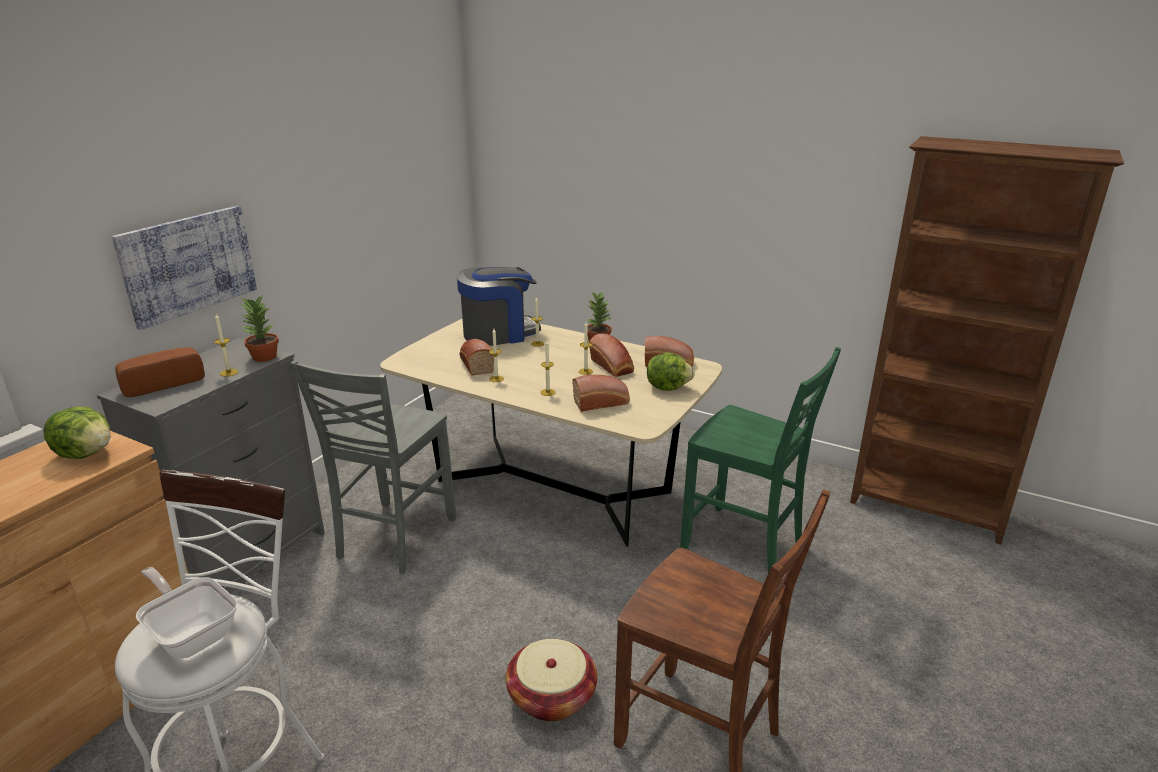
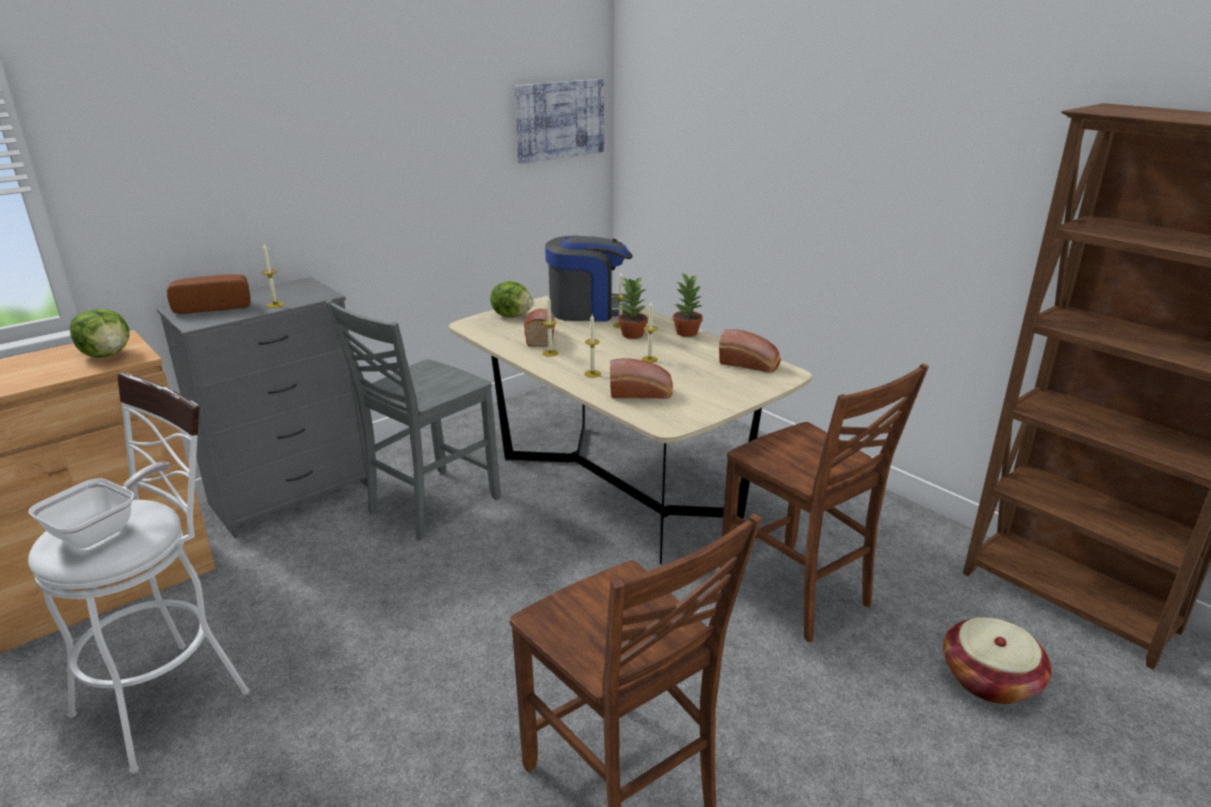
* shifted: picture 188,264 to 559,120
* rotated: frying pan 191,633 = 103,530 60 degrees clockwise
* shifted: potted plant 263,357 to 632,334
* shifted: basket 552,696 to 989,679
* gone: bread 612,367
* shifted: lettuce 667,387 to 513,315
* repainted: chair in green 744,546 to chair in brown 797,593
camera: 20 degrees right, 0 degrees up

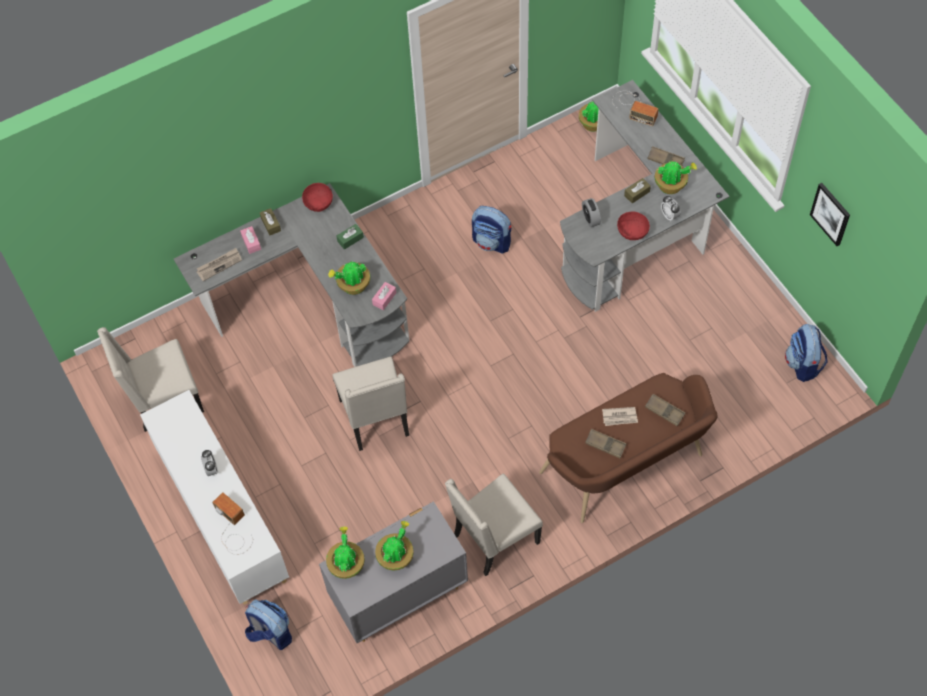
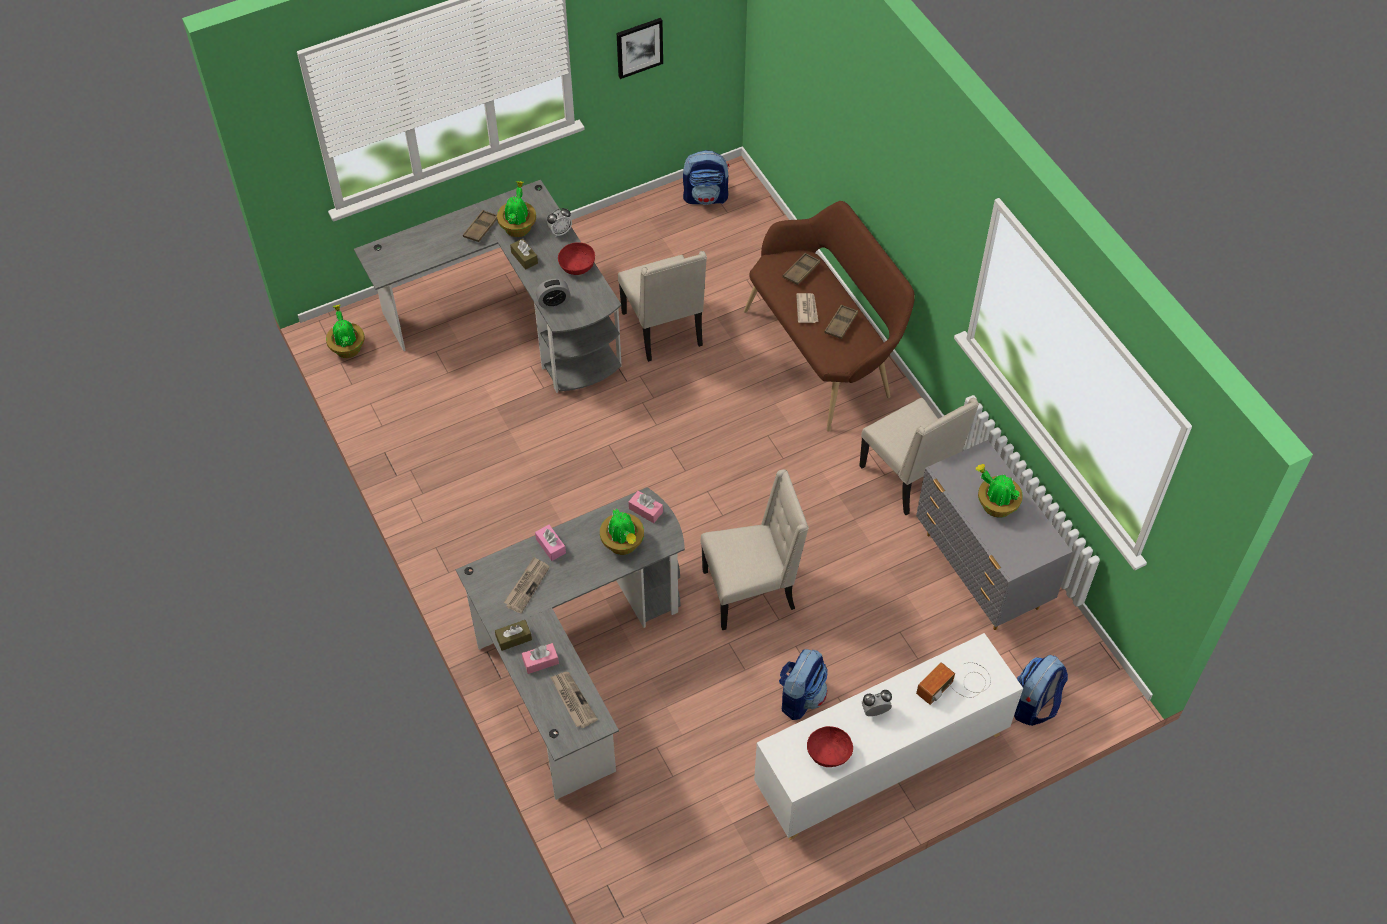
* shifted: chair in beige 164,401 to 664,330
* shifted: bowl in red 318,203 to 829,753
* gone: potted plant 346,564
* repainted: tissue box in green 350,239 to tissue box in pink 550,546
* shifted: backpack 492,242 to 800,696
* gone: radio 634,107
* new: newspaper 526,586
camera: 90 degrees left, 5 degrees down

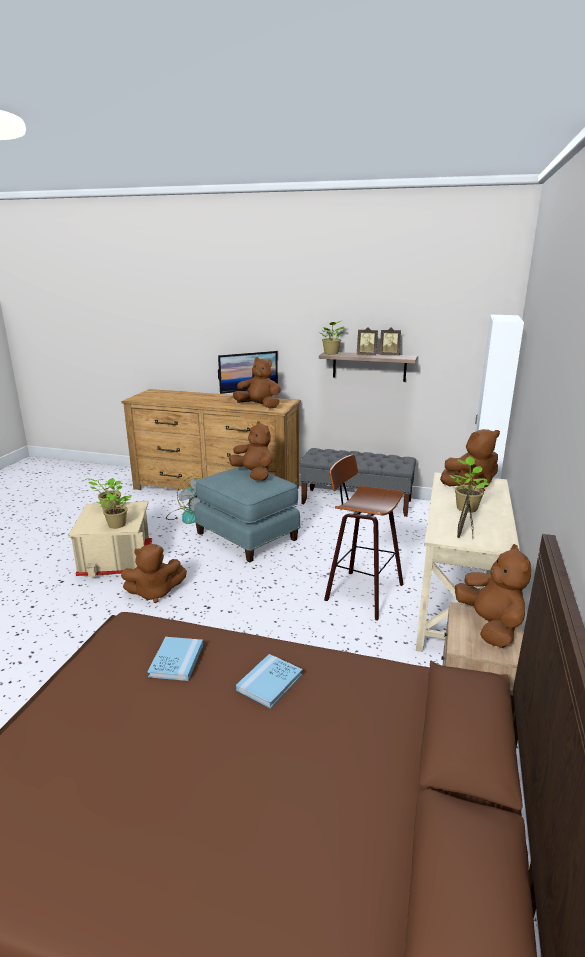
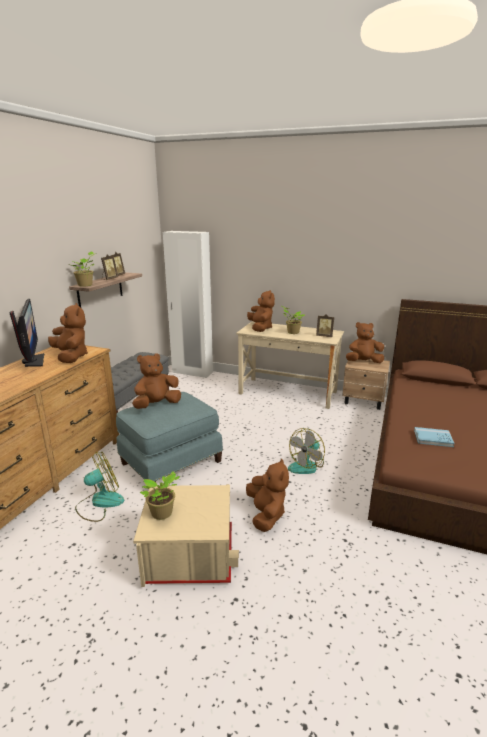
* gone: potted plant 116,525
* rotated: plush toy in brown 259,406 = 71,357 120 degrees clockwise
* gone: book in blue 269,682
* gone: stool 361,592
* new: fan 306,465
camera: 85 degrees left, 0 degrees up

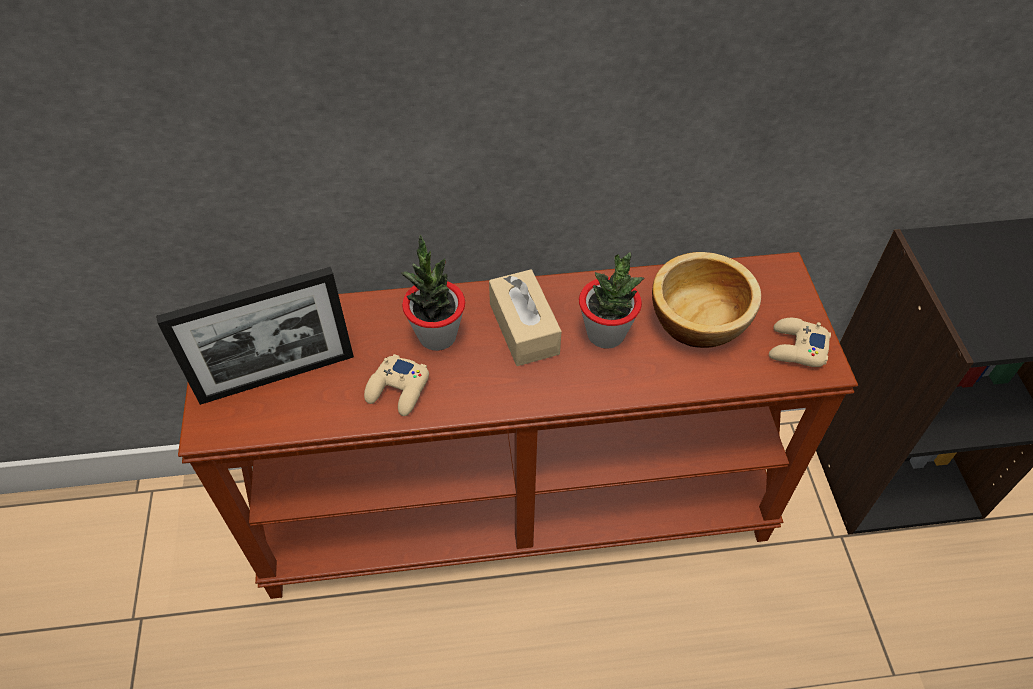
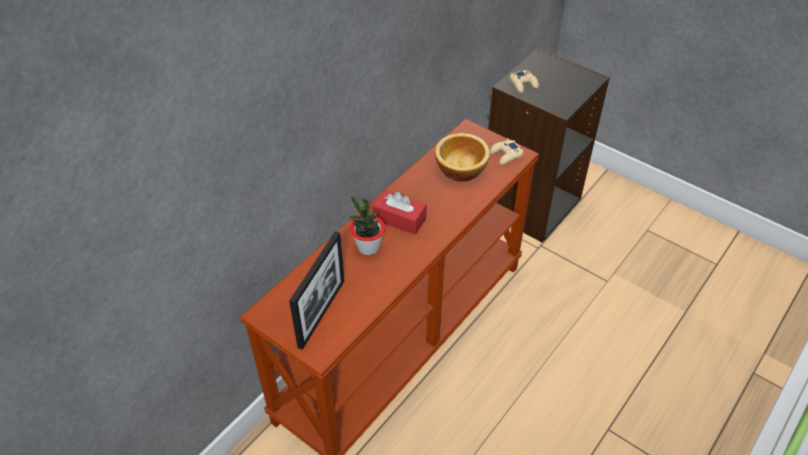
* shifted: game controller in beige 398,390 to 523,84
* repainted: tissue box in beige 524,328 to tissue box in red 399,219
* gone: potted plant 606,334
camera: 45 degrees left, 5 degrees down

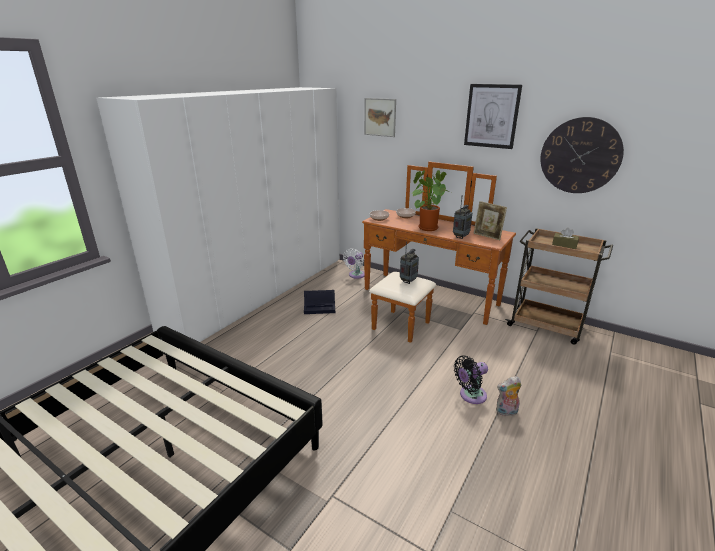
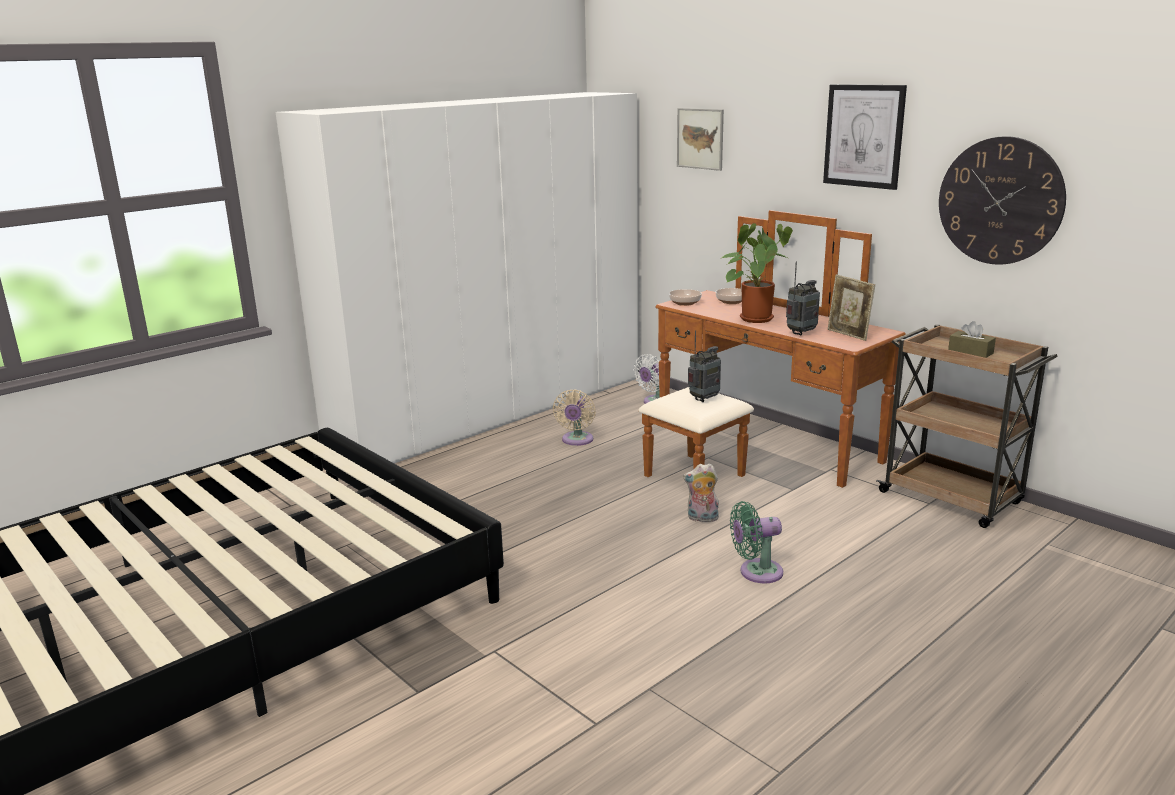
* swapped: storage box in black 320,307 to fan in beige 576,440
* repainted: fan in black 470,396 to fan in green 756,572
* shifted: plush toy 506,412 to 702,518
camera: 15 degrees right, 5 degrees down

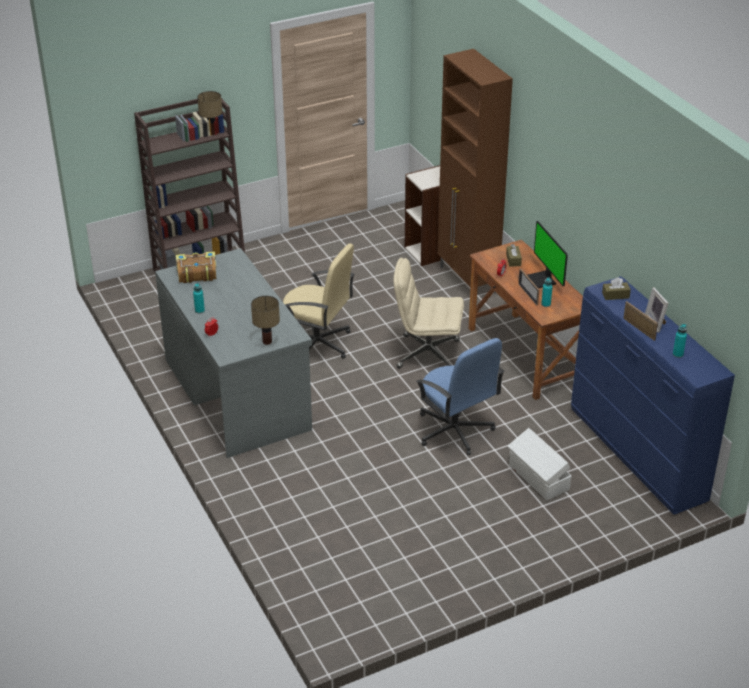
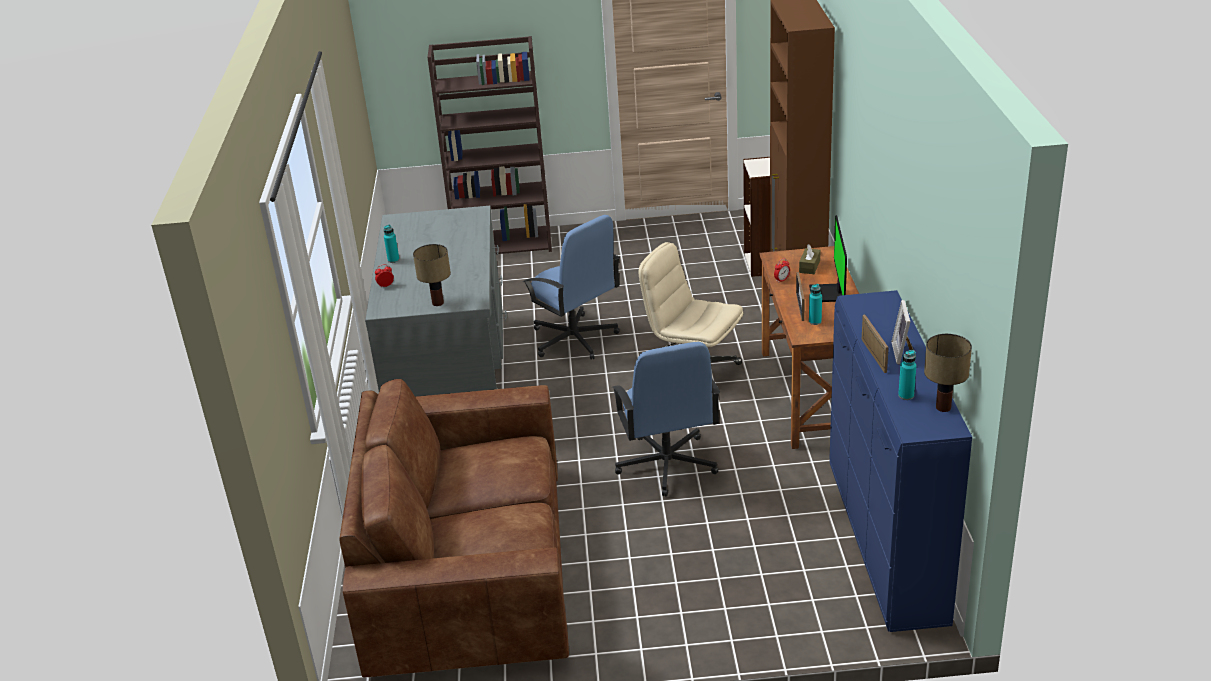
* gone: book 196,273
* shifted: table lamp 212,133 to 943,408
* repainted: office chair in beige 318,344 to office chair in blue 574,339
* gone: storage box in white 538,478
* gone: tissue box in brown 615,295
* new: sofa in brown 467,565
camera: 25 degrees right, 5 degrees down

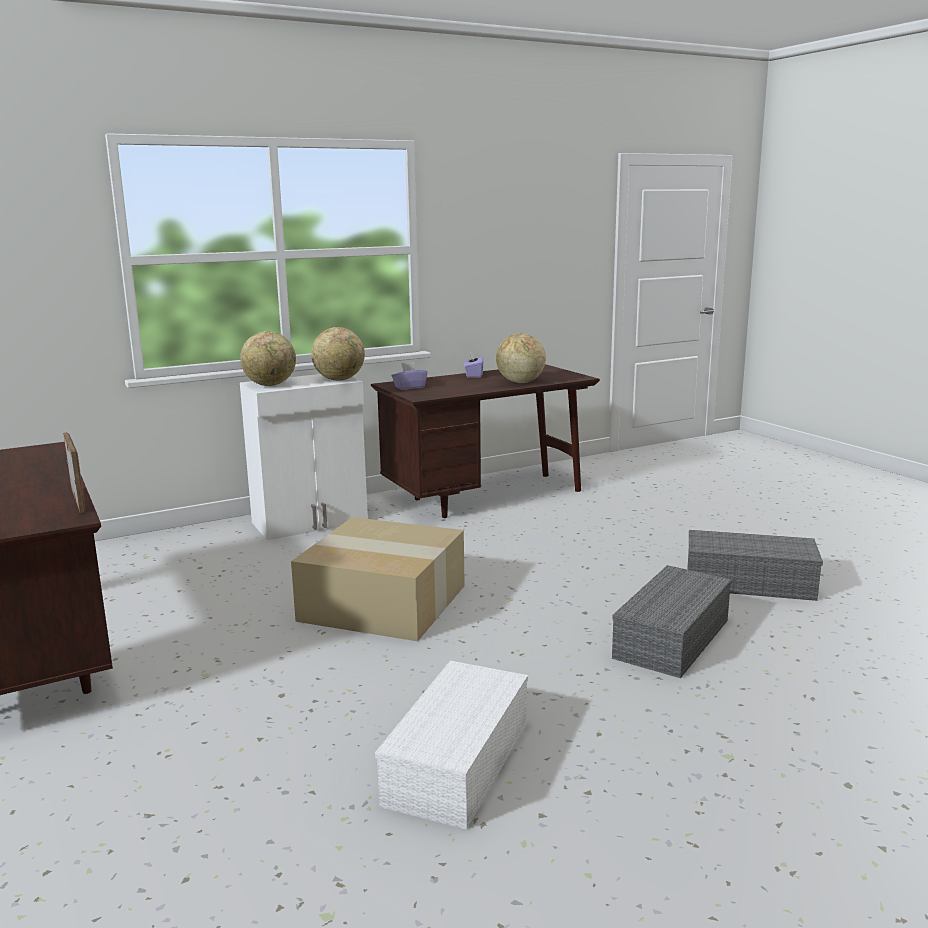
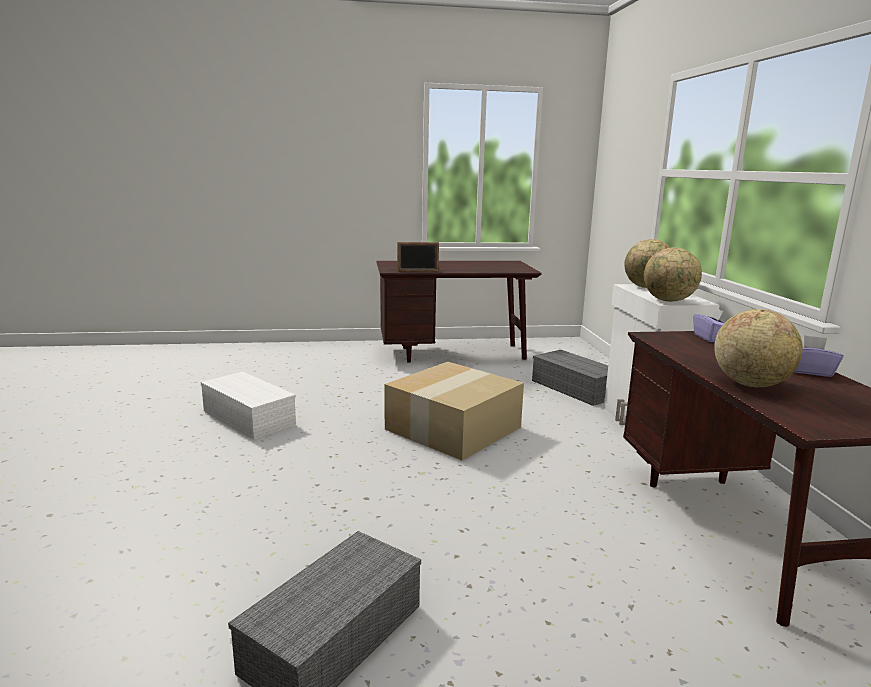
* shifted: storage box in grey 671,637 to 576,389
camera: 110 degrees right, 0 degrees up

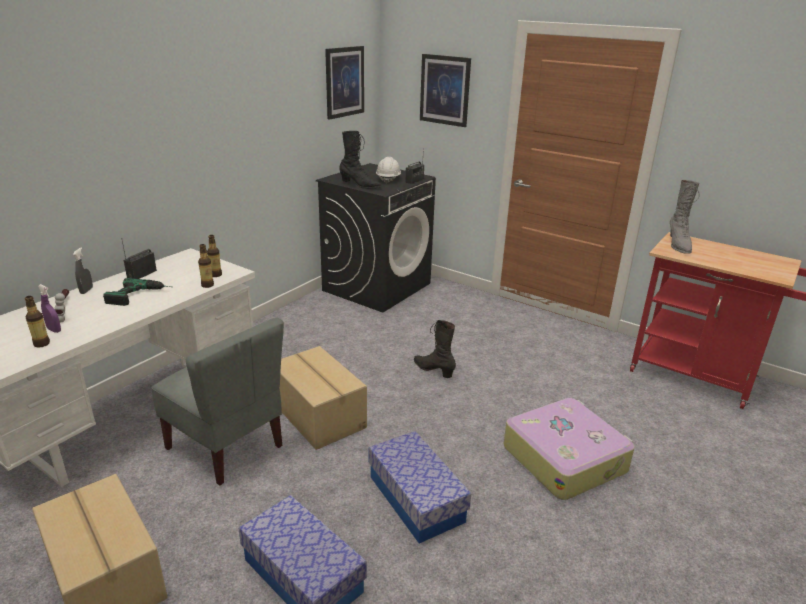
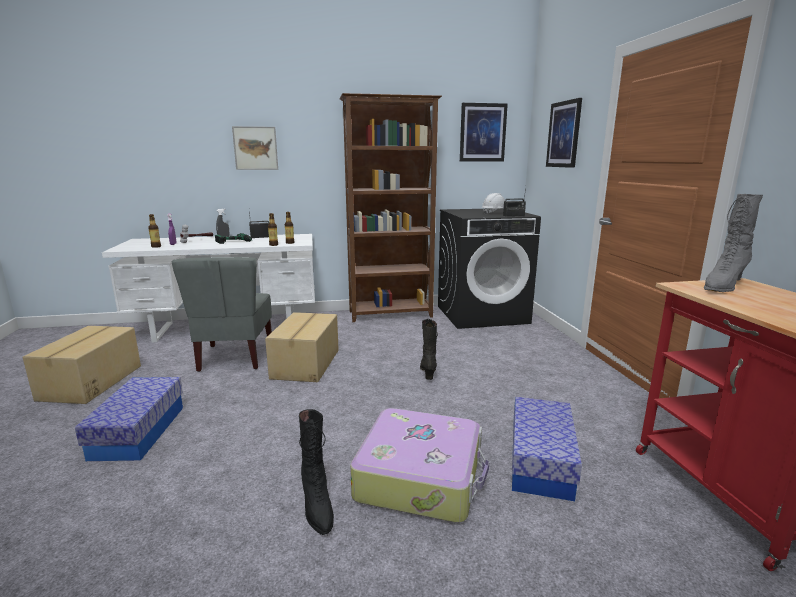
* shifted: boot in black 360,185 to 317,506
* shifted: storage box 416,499 to 540,461
* new: picture 255,148
* new: bookcase in brown 391,314
camera: 45 degrees right, 10 degrees down

